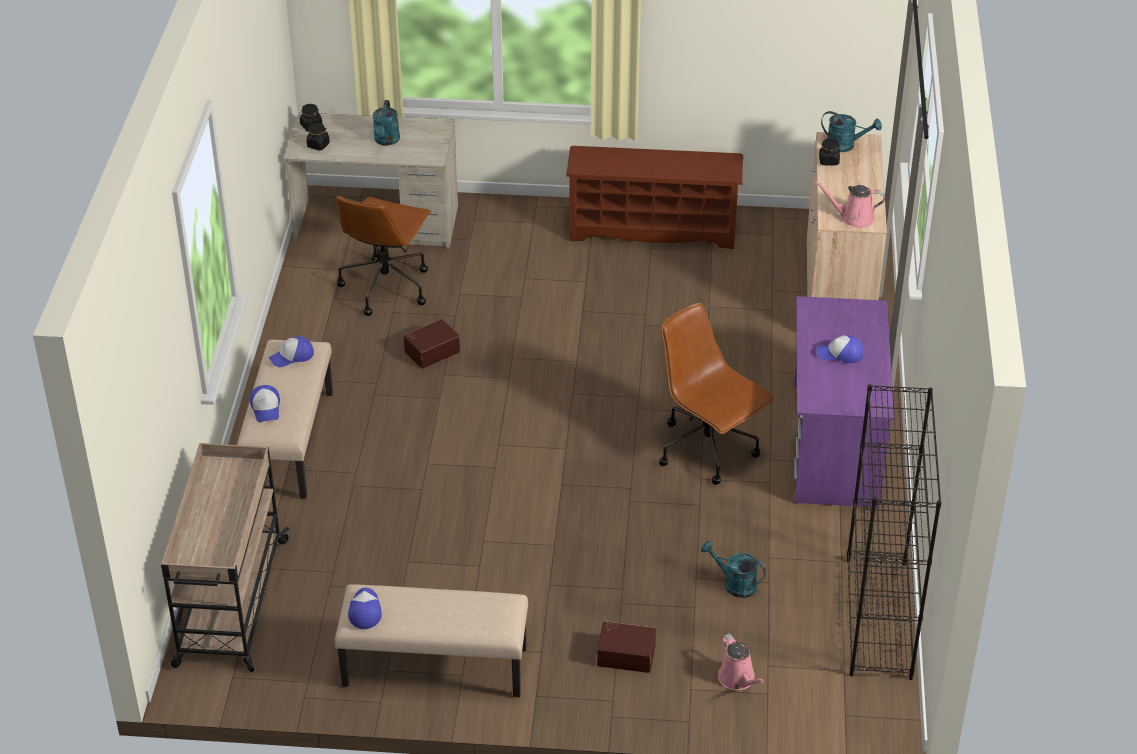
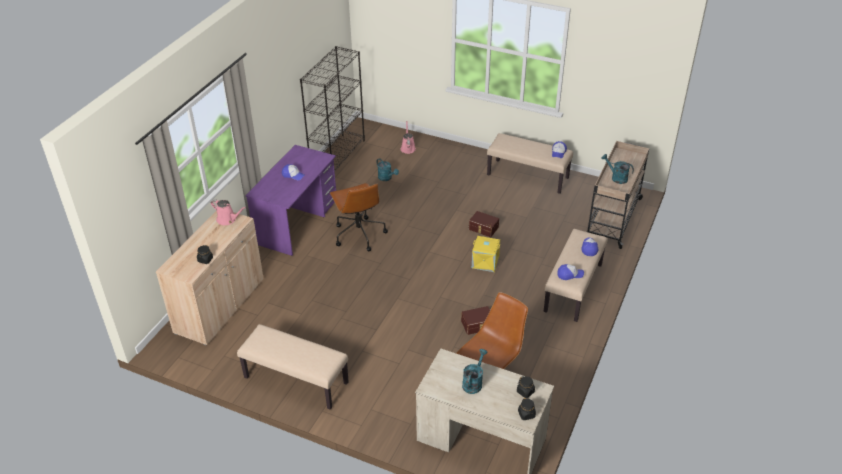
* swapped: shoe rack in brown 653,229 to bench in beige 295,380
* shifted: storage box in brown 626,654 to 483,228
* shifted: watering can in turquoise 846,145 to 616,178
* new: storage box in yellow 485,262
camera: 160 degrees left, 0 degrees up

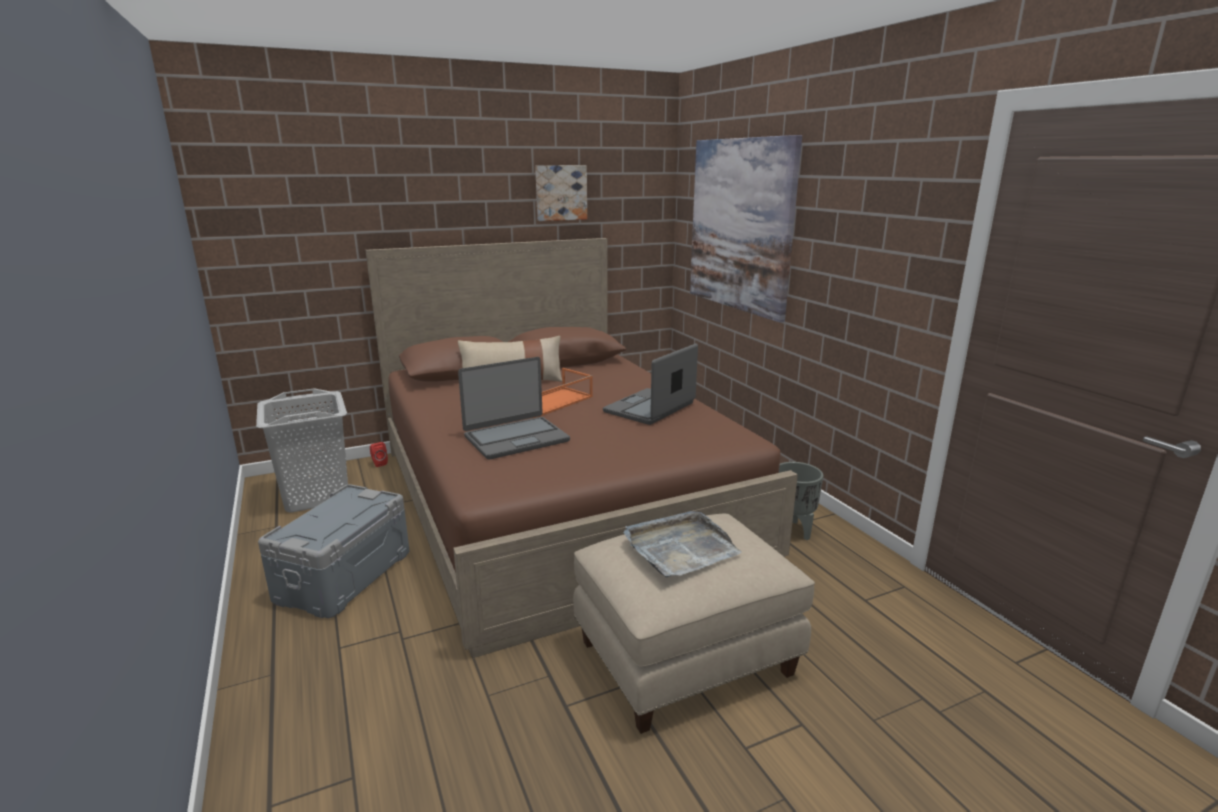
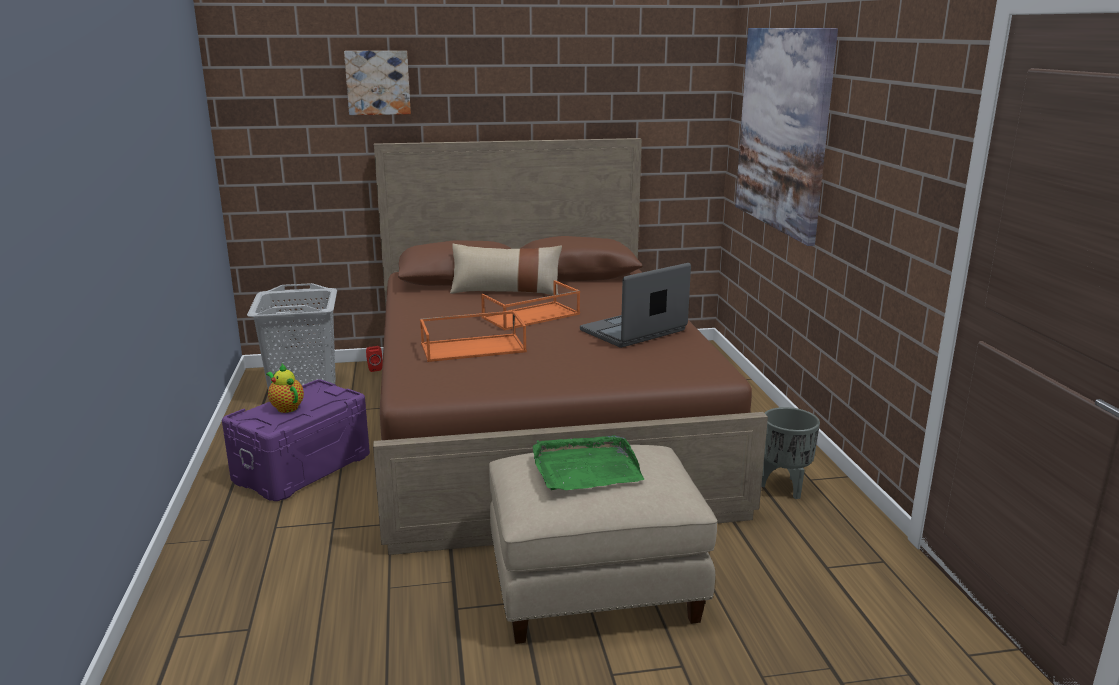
* repainted: storage box in grey 345,576 to storage box in purple 303,468
* swapped: laptop 515,438 to tray in orange 474,347
* shifted: picture 560,193 to 378,82
* repainted: tray in grey 680,547 to tray in green 585,468
* new: teapot 286,407
camera: 15 degrees right, 0 degrees up

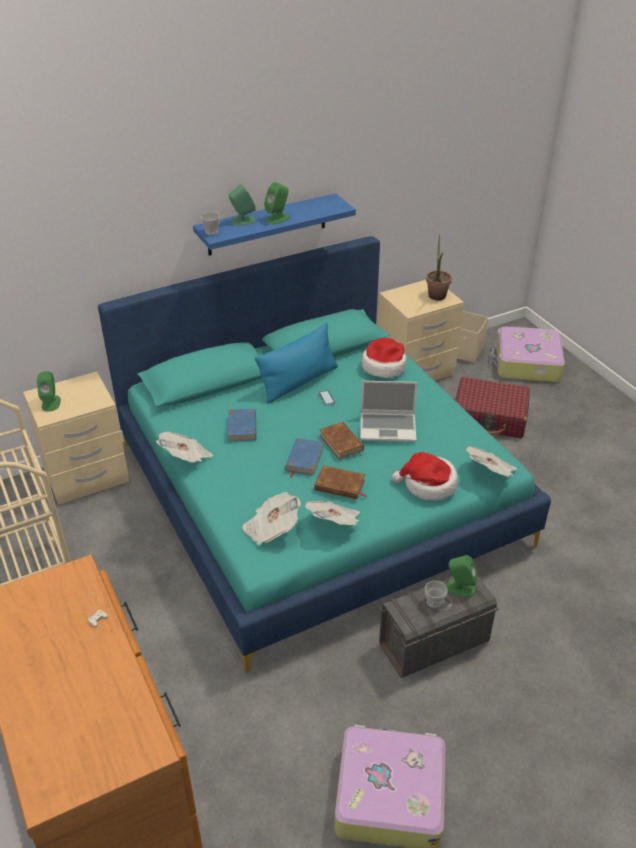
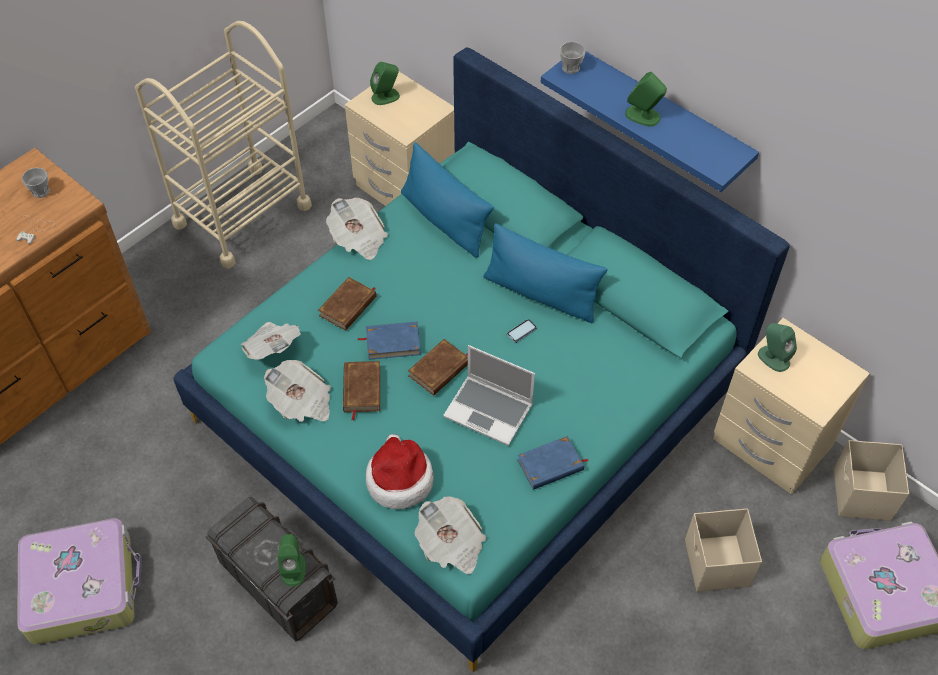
* shifted: book in blue 242,427 to 550,465
* shifted: speaker in green 243,221 to 773,358
* rotated: laptop 388,427 = 490,410 45 degrees counterclockwise
* gone: hat 384,366
* shifted: cup 434,602 to 41,191
* gone: potted plant 437,298
* swapped: suitcase in red 490,417 to storage box in beige 716,564
* new: book in brown 348,306
* new: pillow in blue 444,220
camera: 70 degrees right, 15 degrees up

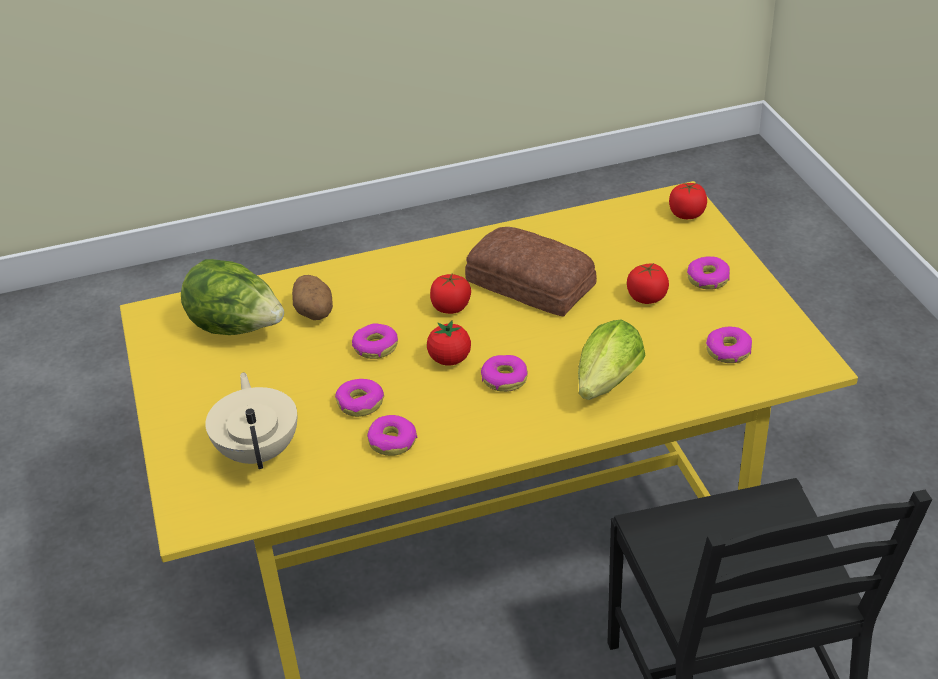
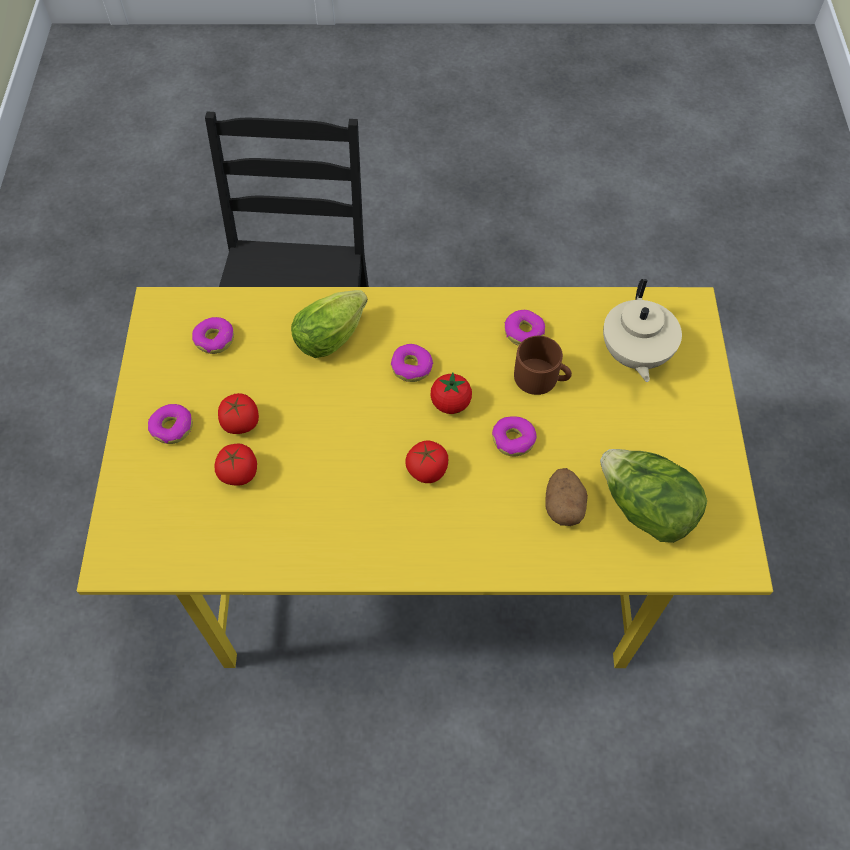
* swapped: donut 360,403 to mug in brown 541,378
* gone: bread 530,285
* shifted: tomato 687,214 to 239,472
camera: 165 degrees left, 20 degrees up

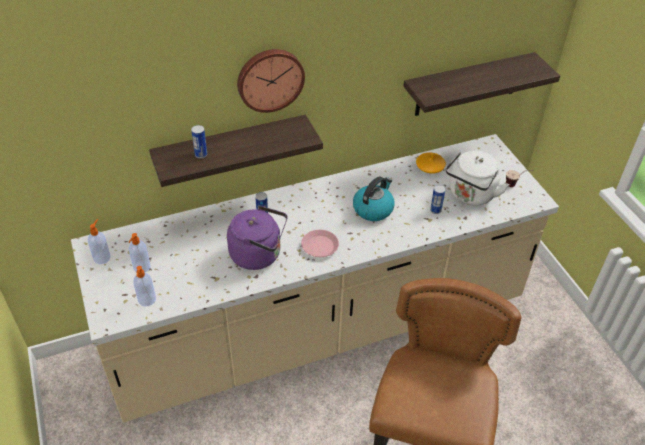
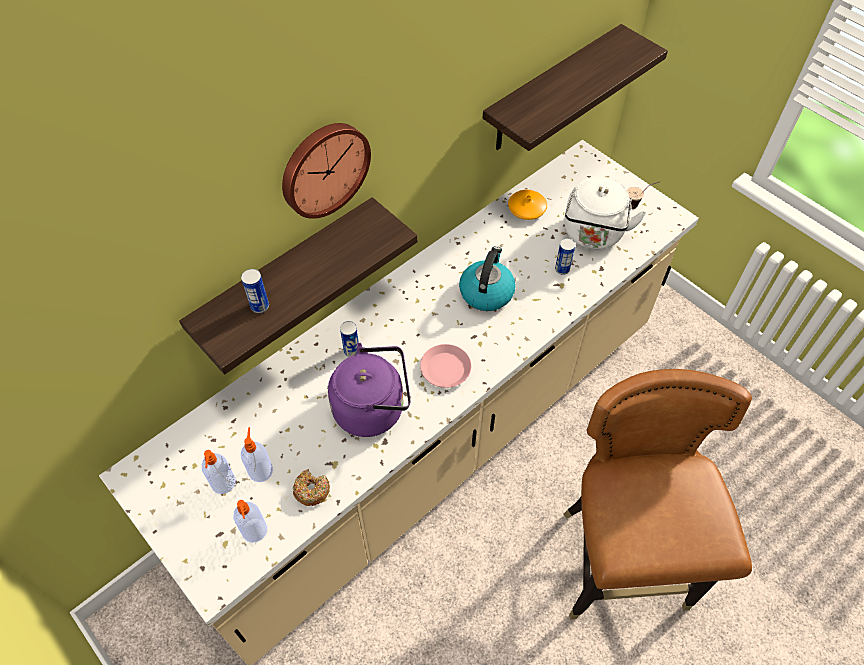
* shifted: soap dispenser 102,257 to 260,470
* new: donut 311,490
camera: 20 degrees left, 10 degrees up

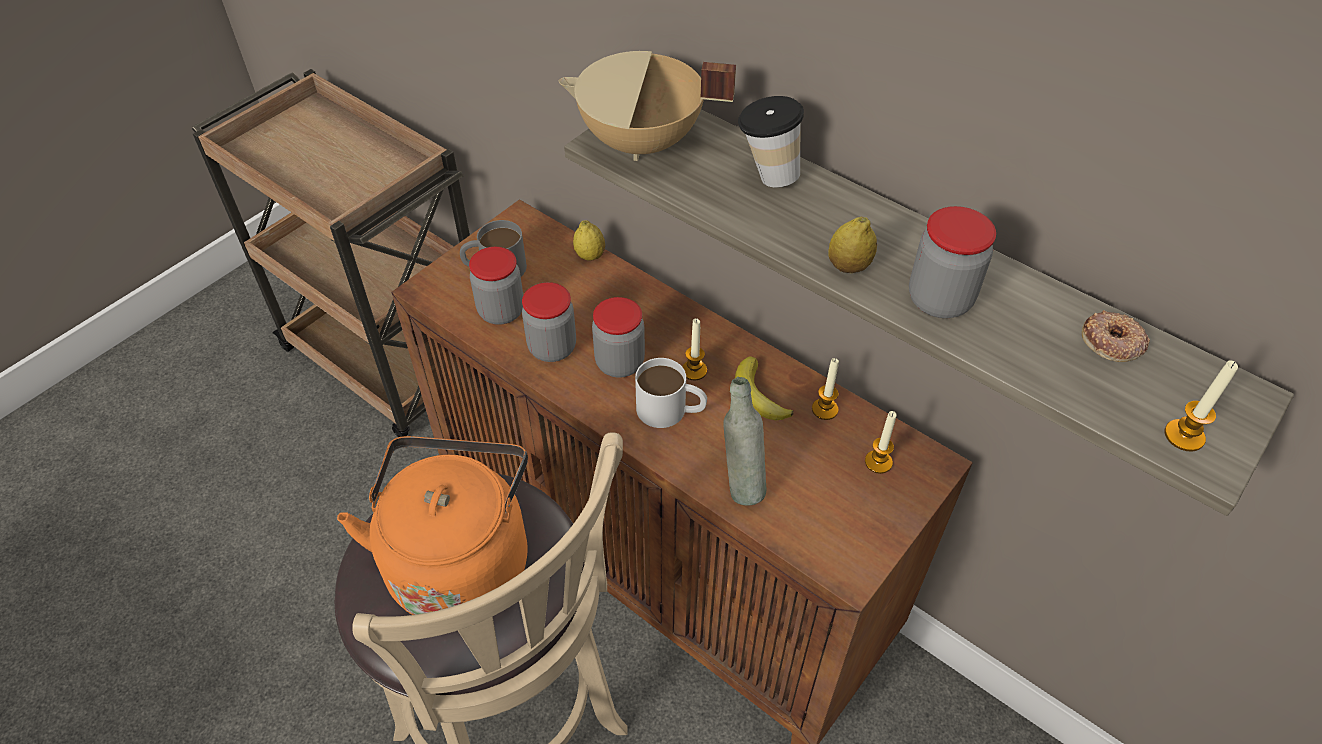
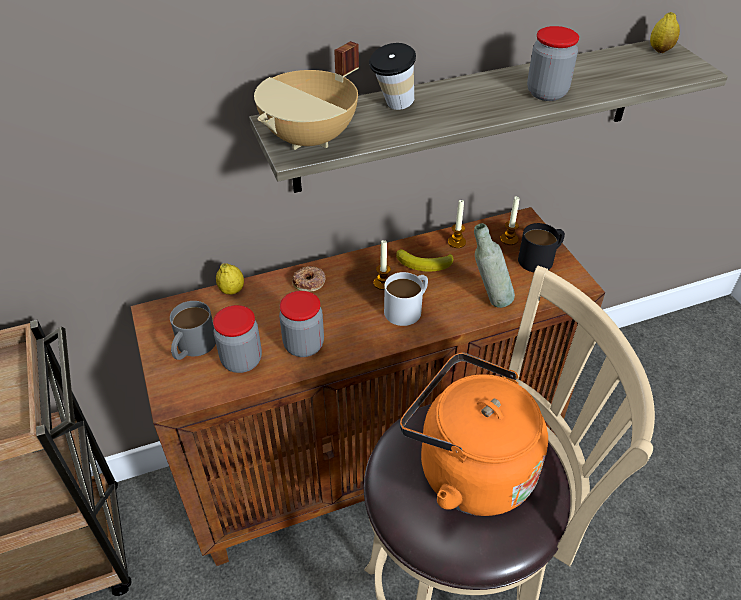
* gone: jar 620,363
* shifted: lemon 848,267 to 660,50
* shifted: donut 1112,342 to 309,282
* gone: candle 1184,436
* new: mug in black 541,258
camera: 60 degrees left, 5 degrees down

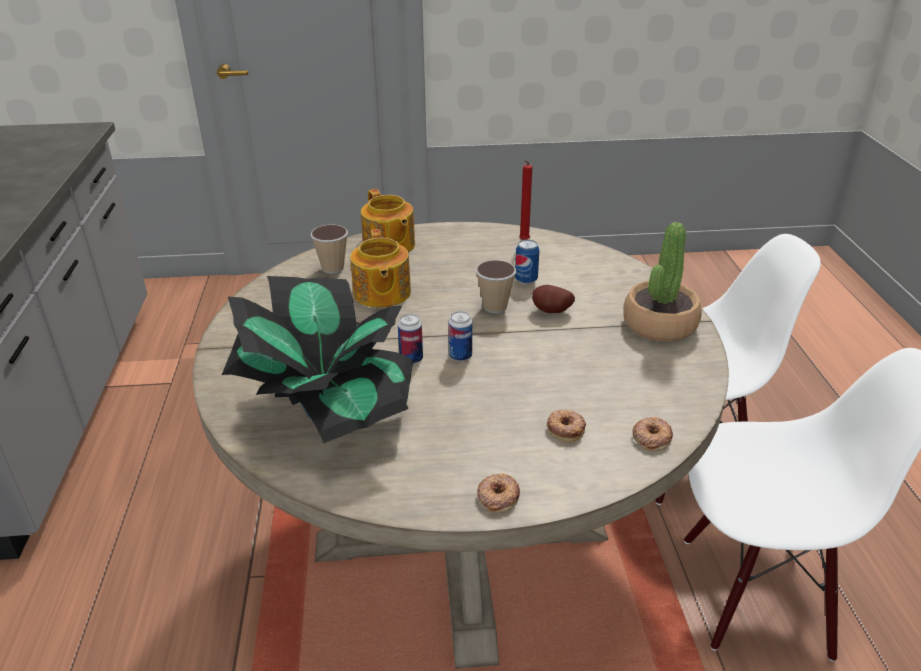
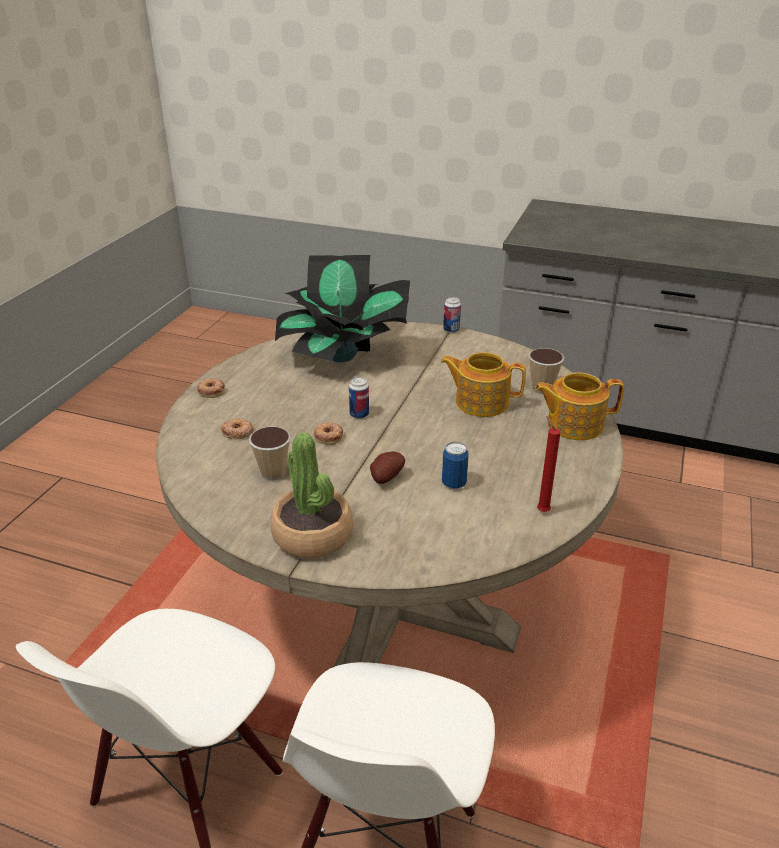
* shifted: can 411,359 to 451,330
* shifted: cup 495,307 to 273,473
* shifted: donut 651,437 to 328,436
camera: 115 degrees right, 0 degrees up

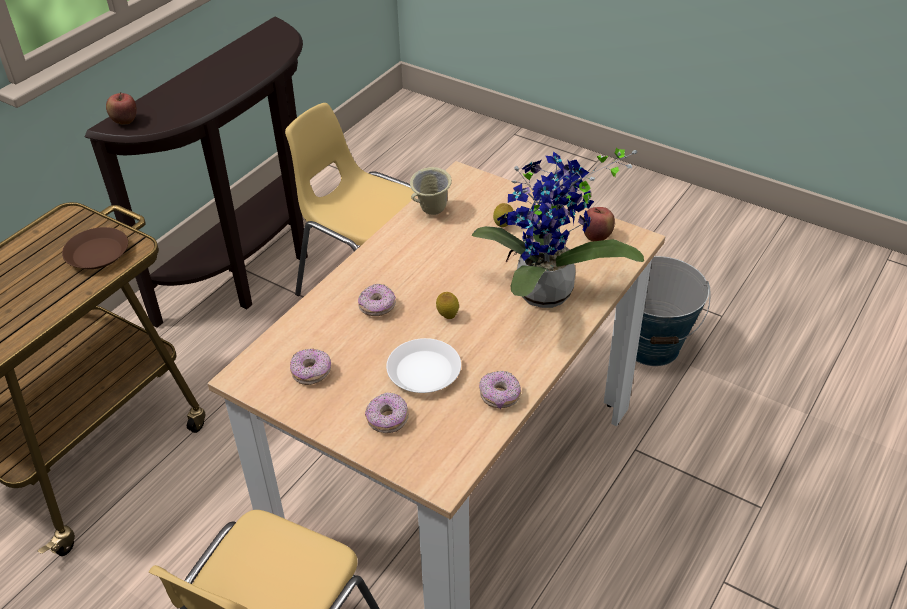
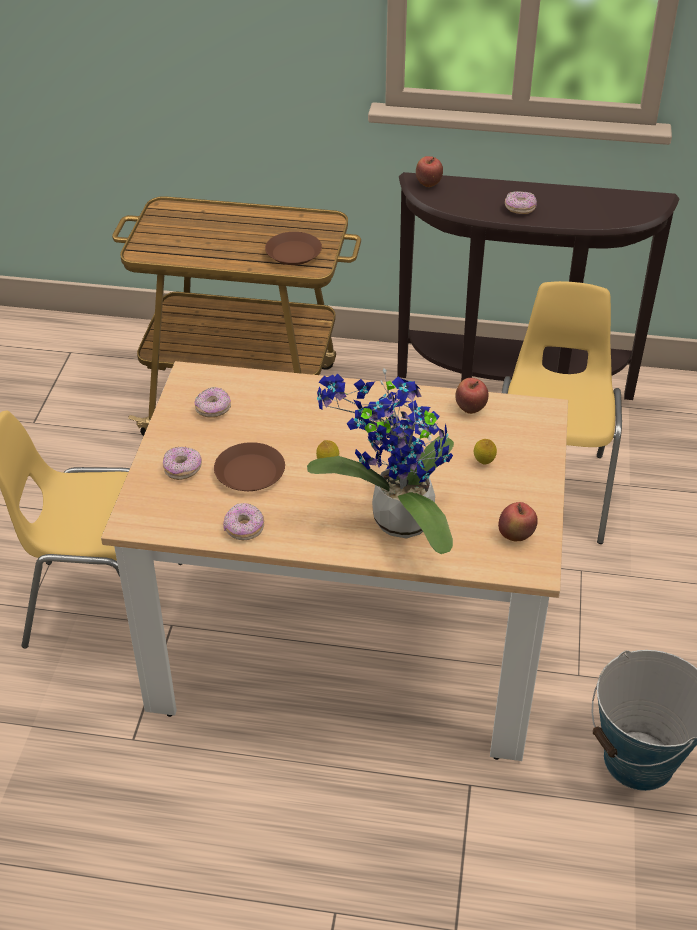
* shifted: donut 377,307 to 519,209
* repainted: plate in white 424,372 to plate in brown 249,473
* swapped: mug in beige 431,212 to apple 470,409
camera: 65 degrees right, 0 degrees up

